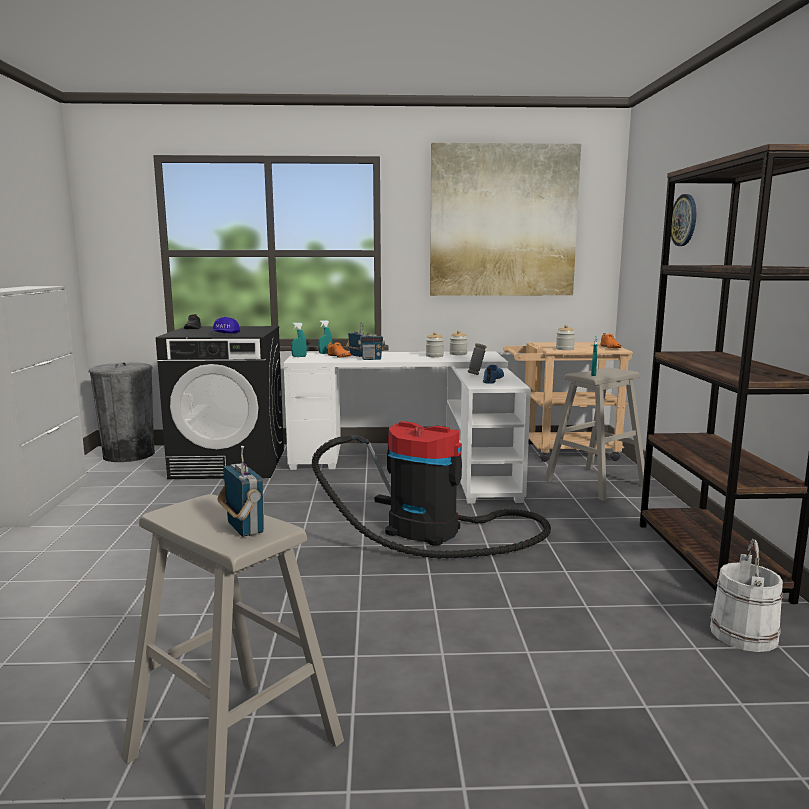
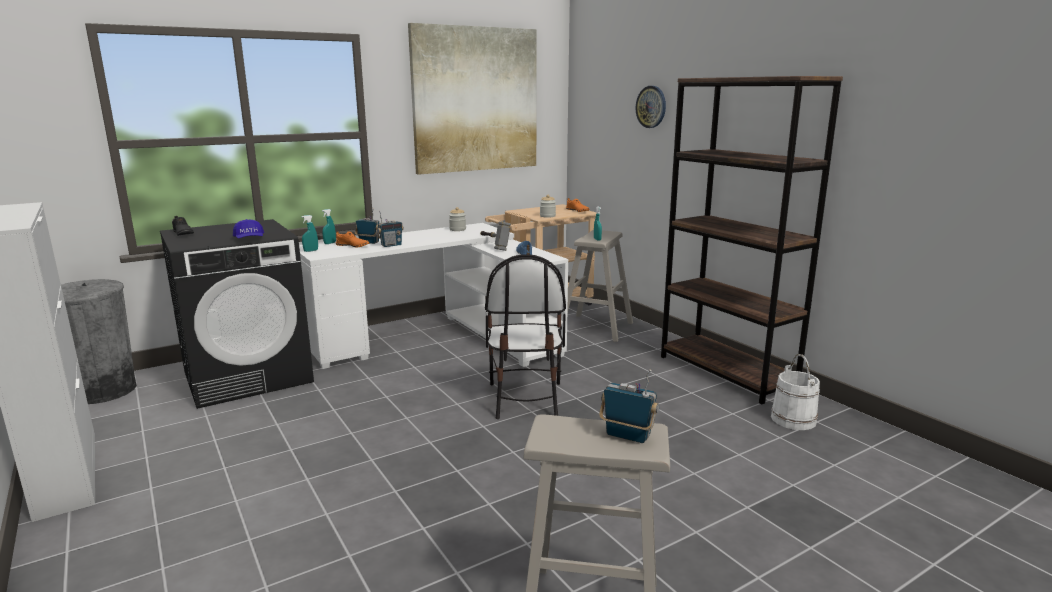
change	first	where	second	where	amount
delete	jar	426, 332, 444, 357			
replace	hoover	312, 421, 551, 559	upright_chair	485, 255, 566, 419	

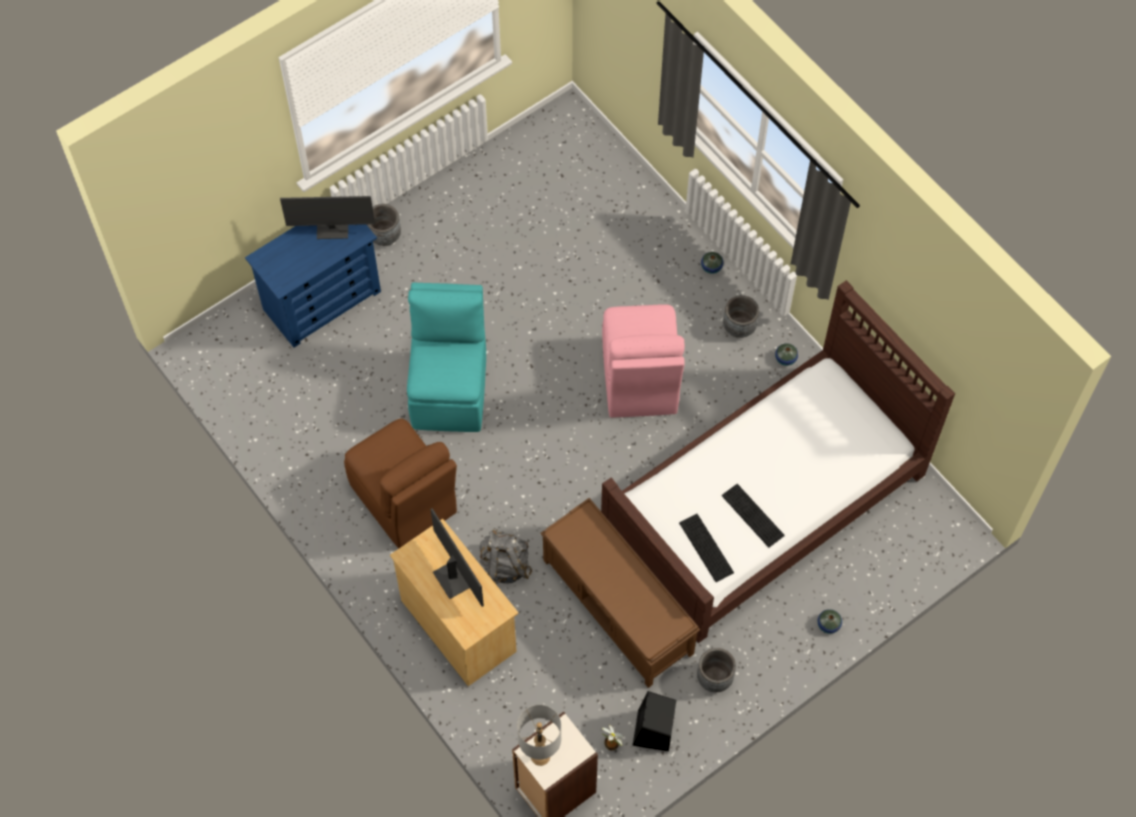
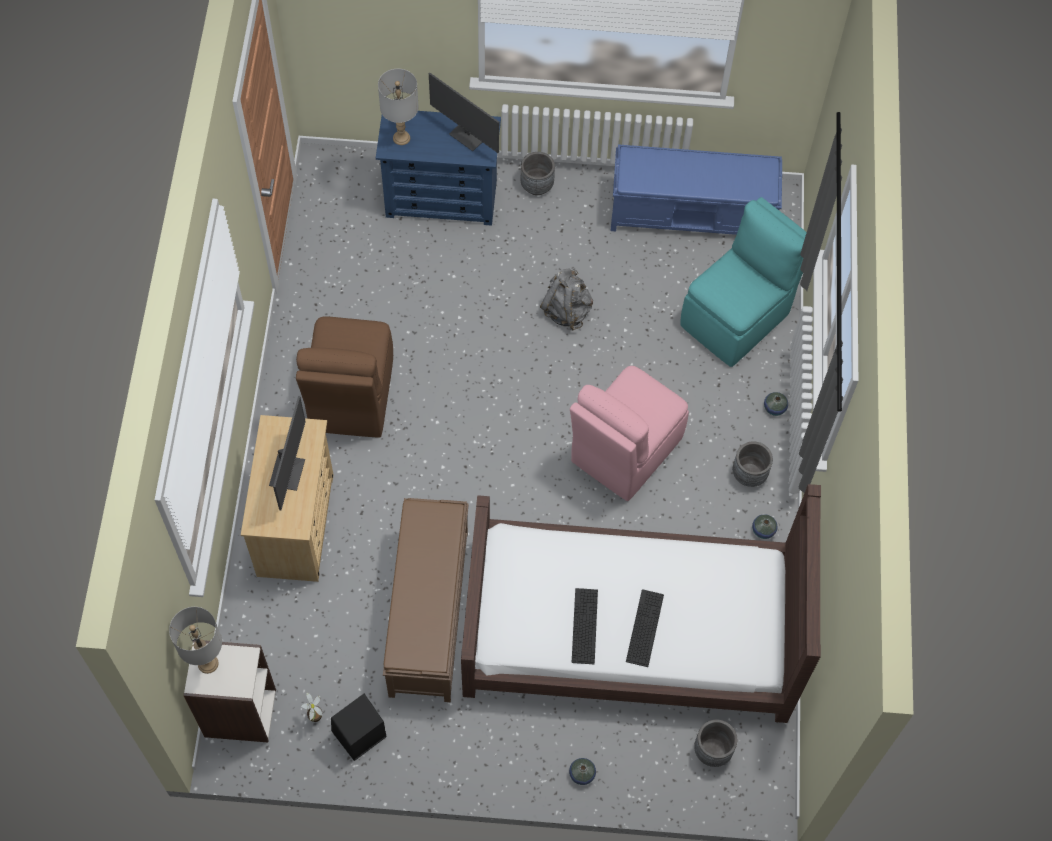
change	first	where	second	where	amount
move	turquoise_upright_chair	407, 282, 486, 432		680, 197, 807, 367	
move	PC_keyboard	679, 514, 734, 582		626, 589, 664, 667	
move	gray_backpack	480, 528, 532, 584		540, 268, 593, 331	
move	gray_plant_pot	697, 648, 736, 692		694, 720, 737, 767	
insert			gray_table_lamp	378, 69, 419, 145	
insert			bluish_bench	611, 144, 782, 235	

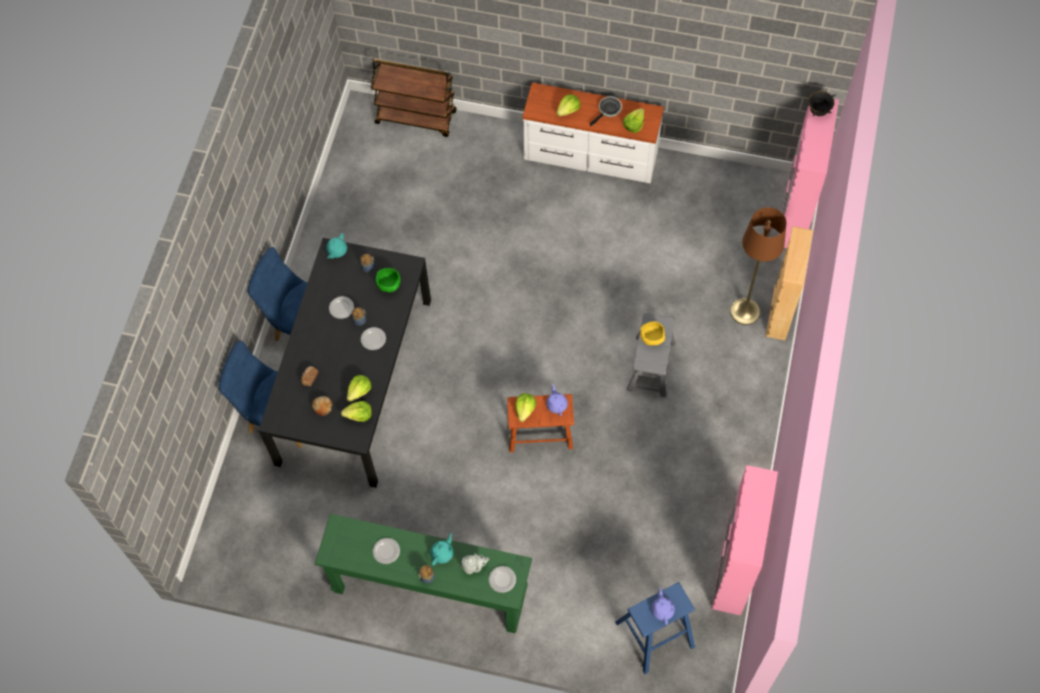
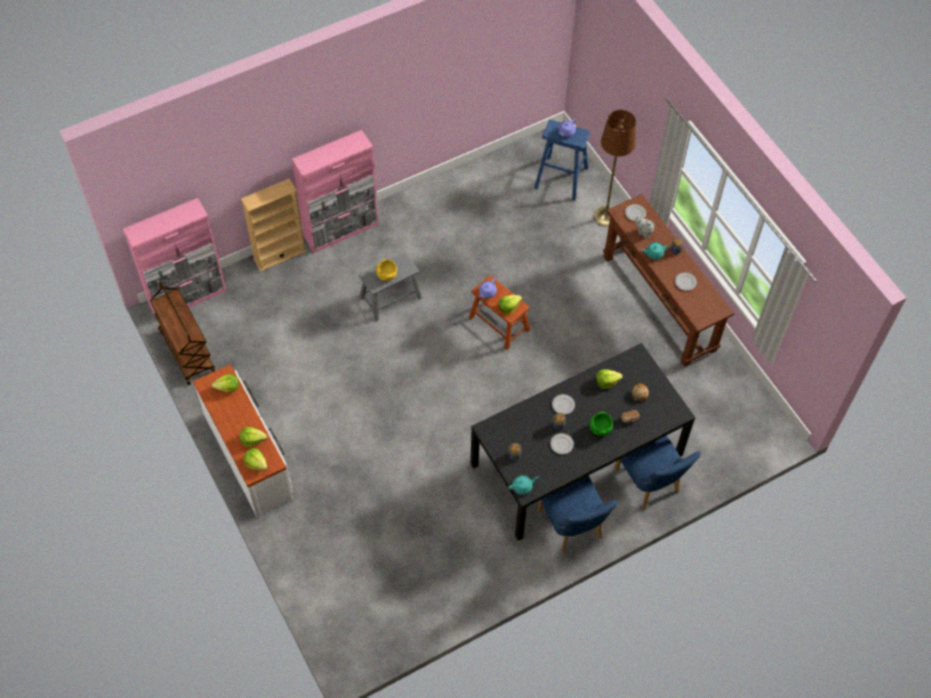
change	first	where	second	where	amount
move	brown_wheeled_cart	371, 59, 457, 137		150, 281, 216, 385	
delete	blackish_bowl	808, 91, 835, 116			
delete	skillet	590, 97, 622, 127			
move	brown_floor_lamp	730, 207, 786, 325		594, 110, 636, 227	
move	green_bowl	376, 268, 401, 292		590, 412, 613, 436	
move	head_of_lettuce	341, 401, 372, 422		244, 448, 267, 471	
move	pink_cupboard	712, 465, 778, 615		292, 130, 379, 253	
recolor	green_narrow_table	315, 514, 532, 633	brown_narrow_table	603, 194, 734, 367	

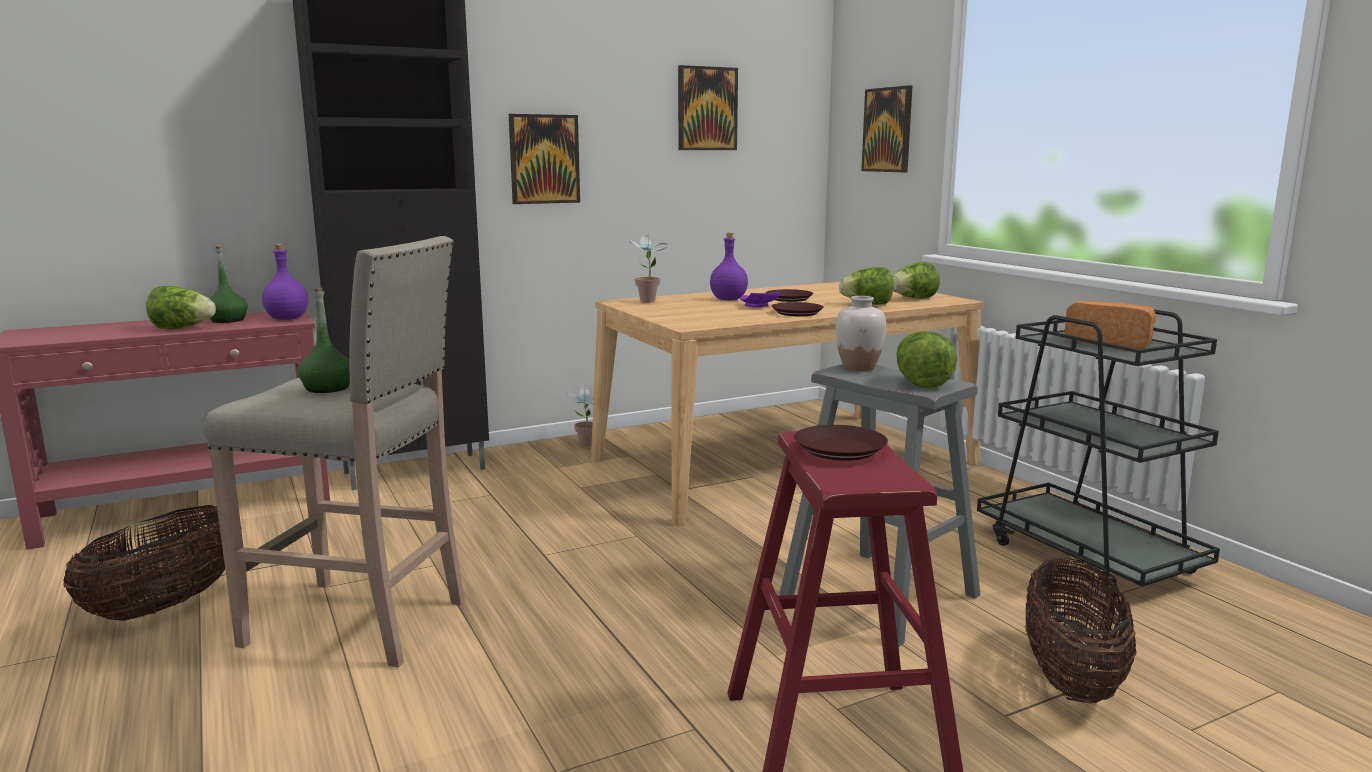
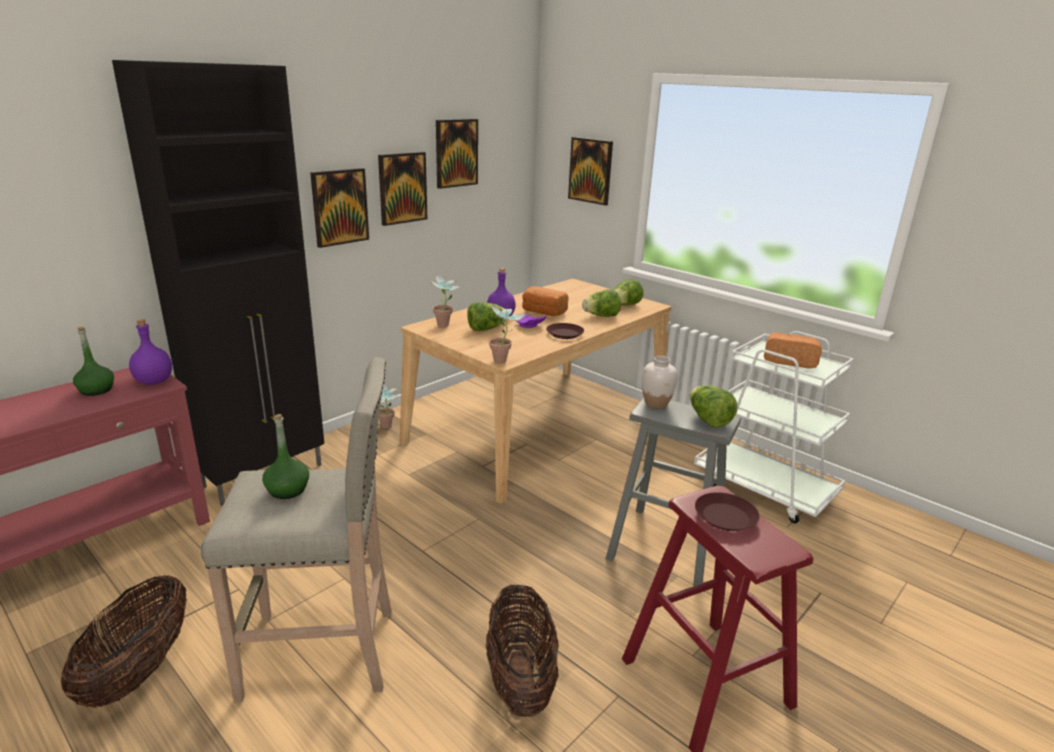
change	first	where	second	where	amount
move	head_of_lettuce	146, 286, 216, 329		467, 302, 506, 331	
replace	brown_dinner_plate	766, 289, 813, 302	baked_bread	522, 286, 569, 316	
recolor	blackish_wheeled_cart	977, 309, 1220, 597	whitish_wheeled_cart	694, 331, 854, 524	
move	basket	1025, 558, 1136, 703		486, 584, 559, 717	
insert			wall_picture	378, 152, 427, 226	
insert			houseplant	489, 304, 526, 363	

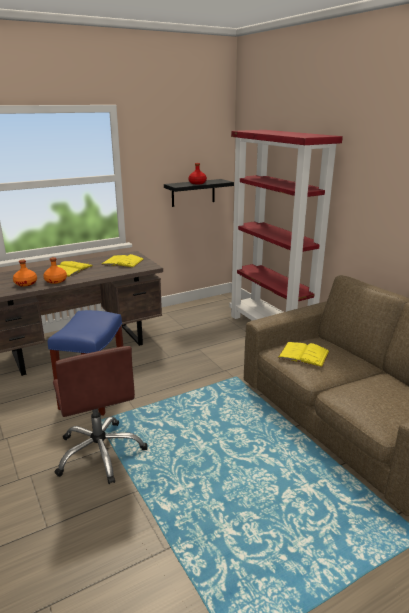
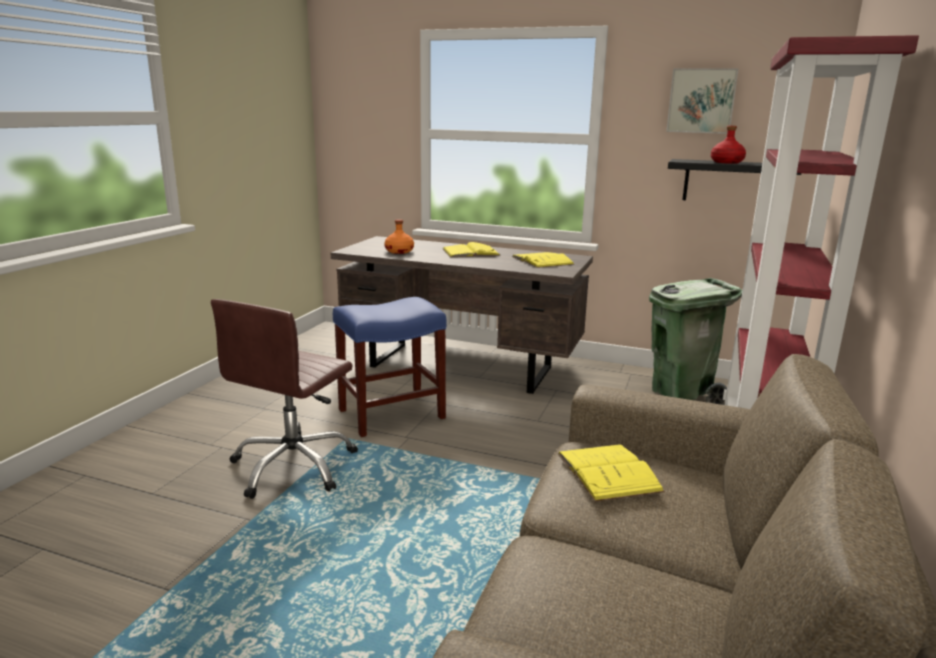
change	first	where	second	where	amount
delete	orangey_beverage_bottle	43, 257, 67, 284			
insert			wall_picture	666, 68, 739, 134	
insert			green_waste_bin	649, 278, 743, 405	

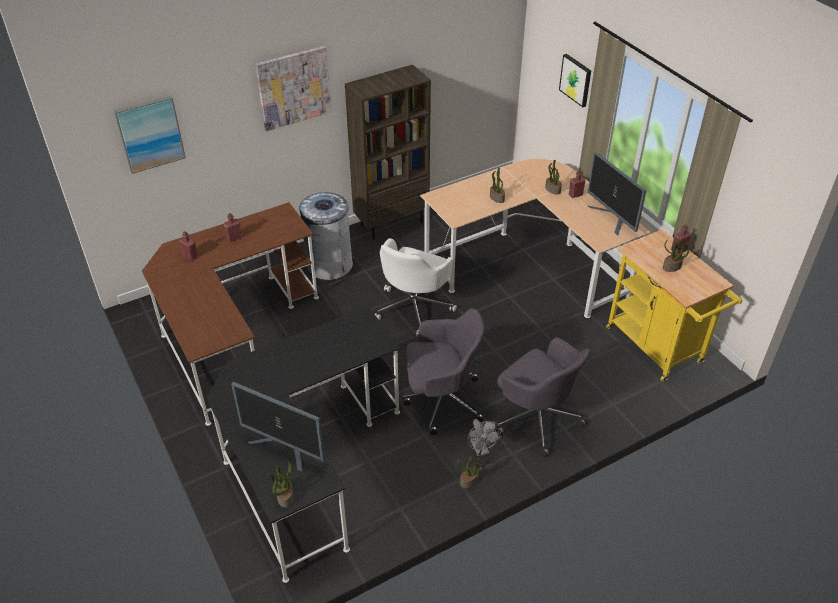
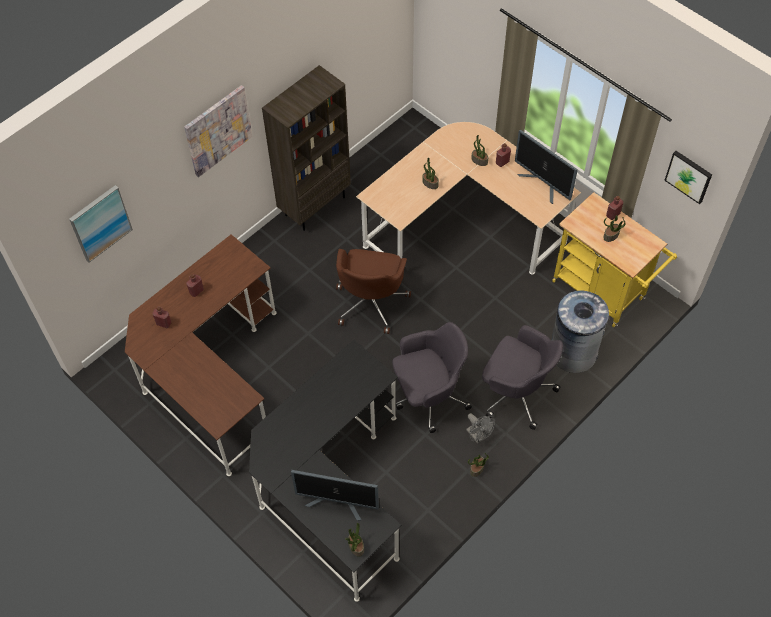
change	first	where	second	where	amount
move	wall_picture	559, 54, 591, 107		664, 151, 712, 204	
move	gray_waste_bin	299, 192, 353, 280		552, 290, 609, 373	
recolor	whitish_computer_chair	375, 238, 457, 337	brown_computer_chair	336, 249, 411, 334	

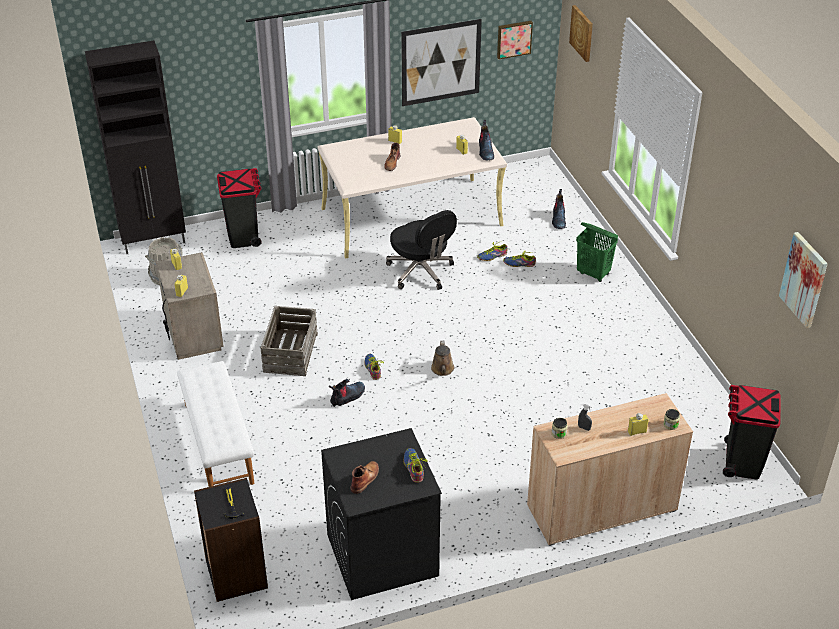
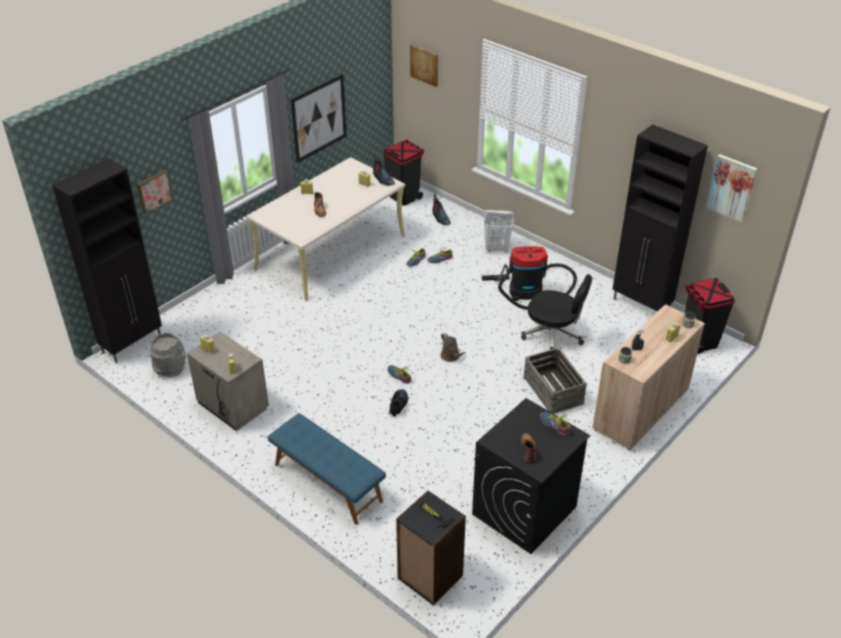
change	first	where	second	where	amount
move	wall_picture	497, 21, 533, 59		137, 170, 173, 214	
move	blackish_waste_bin	217, 168, 261, 248		383, 140, 424, 206	
move	blackish_computer_chair	386, 210, 457, 290		521, 274, 592, 356	
recolor	green_washing_basket	576, 222, 618, 282	whitish_washing_basket	484, 210, 514, 253	
move	shipping_crate	260, 306, 318, 376		523, 347, 587, 414	
recolor	whitish_bench	177, 361, 254, 487	bluish_bench	268, 413, 386, 525	
insert			blackish_cupboard	612, 124, 708, 312	
insert			hoover	482, 246, 577, 310	

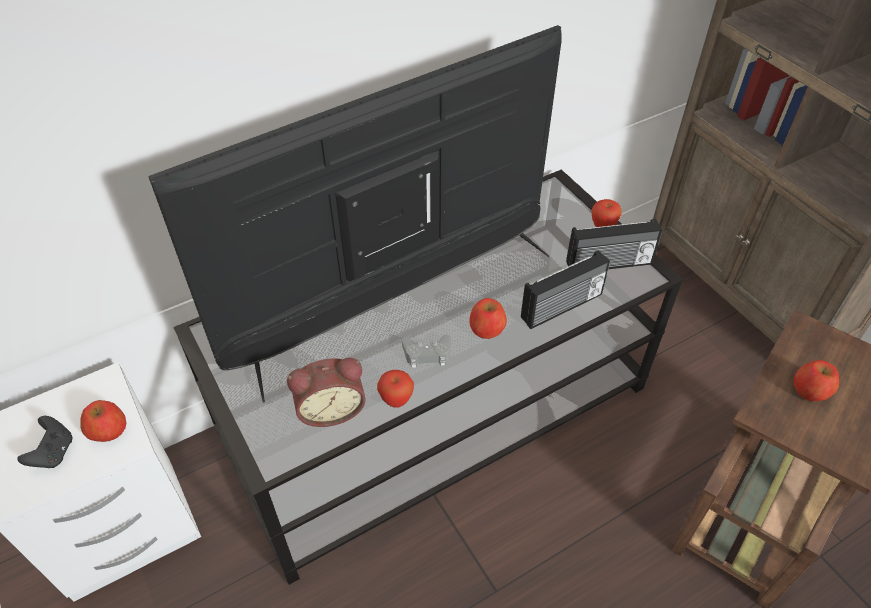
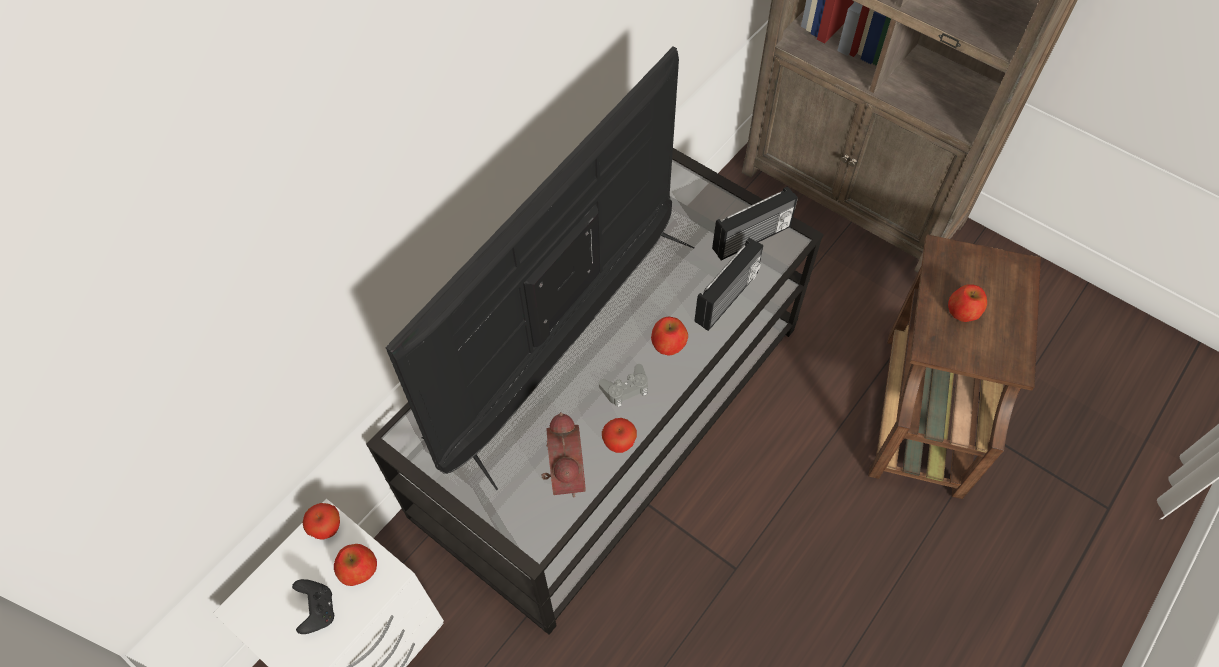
change	first	where	second	where	amount
move	whole_apple	591, 199, 622, 227		303, 503, 340, 540	
rotate	alarm_clock	287, 358, 366, 427		541, 412, 586, 498	60 degrees counterclockwise

